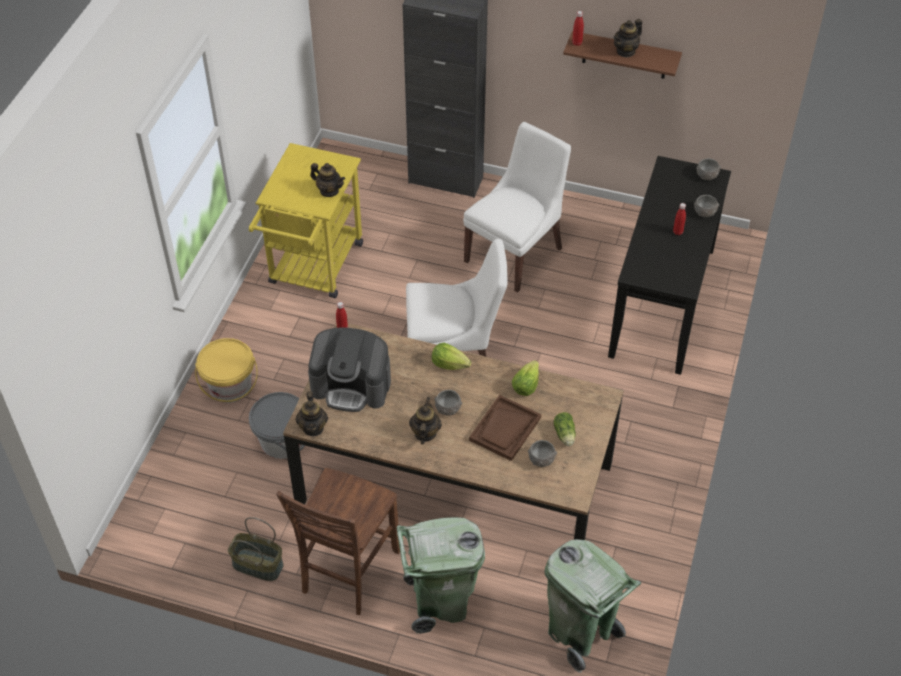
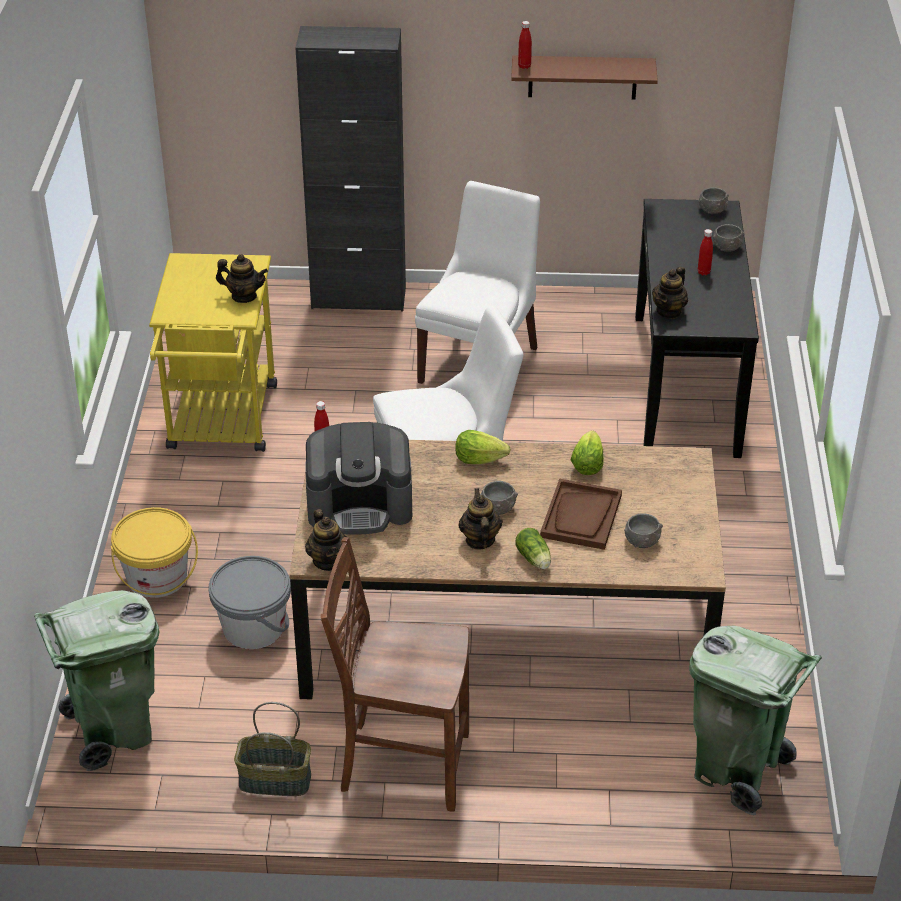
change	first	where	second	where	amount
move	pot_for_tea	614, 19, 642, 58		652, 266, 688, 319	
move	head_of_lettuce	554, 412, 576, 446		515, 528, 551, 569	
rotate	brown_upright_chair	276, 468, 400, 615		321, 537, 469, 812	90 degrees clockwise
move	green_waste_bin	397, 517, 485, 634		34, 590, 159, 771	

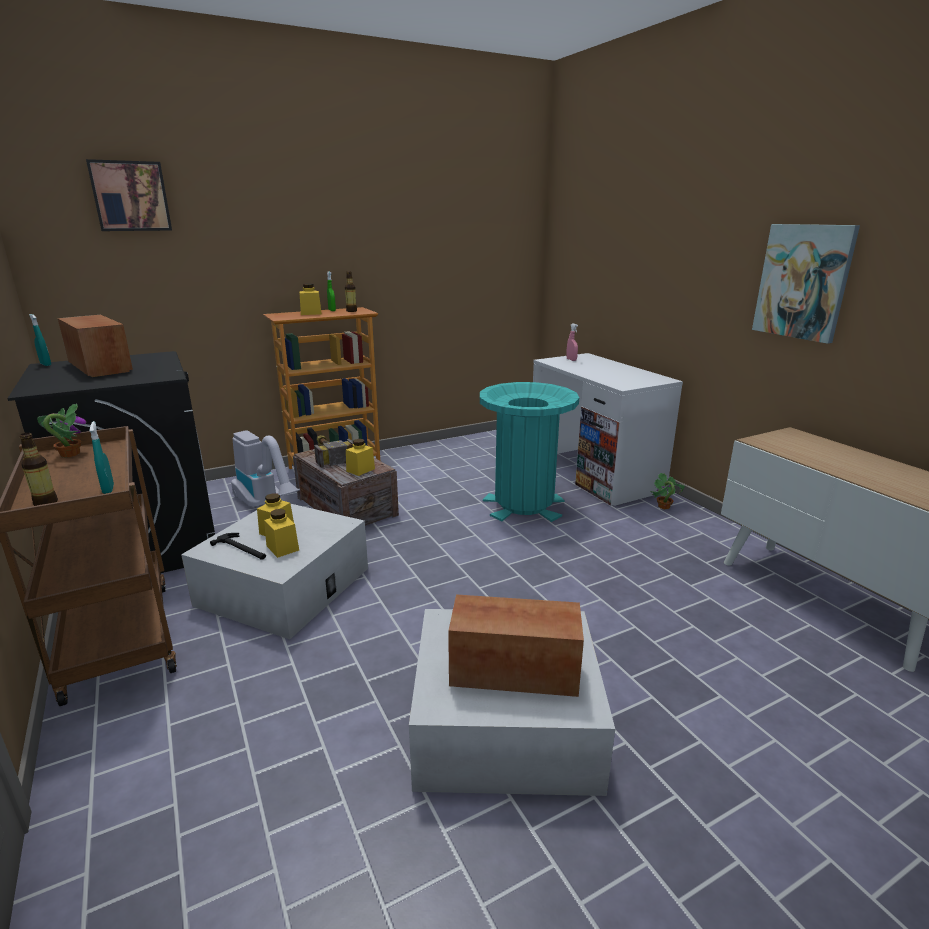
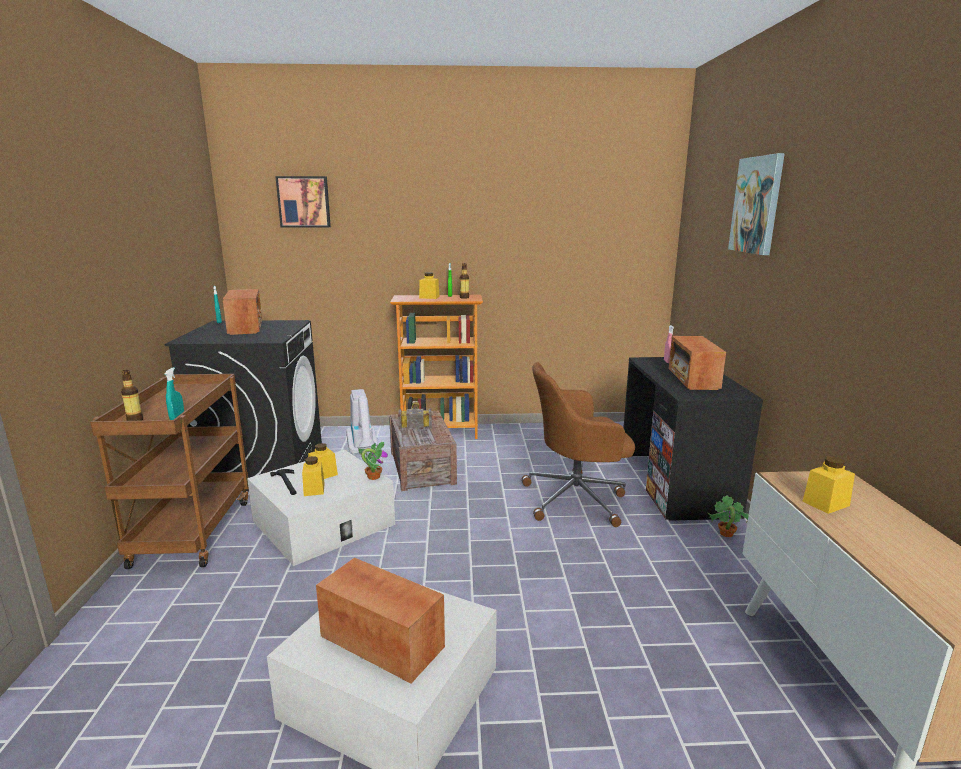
change	first	where	second	where	amount
move	wall_picture	752, 224, 860, 344		728, 153, 785, 255	
recolor	whitish_desk	533, 353, 683, 506	blackish_desk	623, 357, 763, 521	
replace	turquoise_waste_bin	480, 382, 579, 522	brown_computer_chair	522, 362, 635, 527	
move	houseplant	37, 404, 86, 457		358, 442, 388, 480	
move	yellow_jar	346, 439, 375, 476		802, 456, 855, 514	
insert			radio	669, 336, 726, 390	

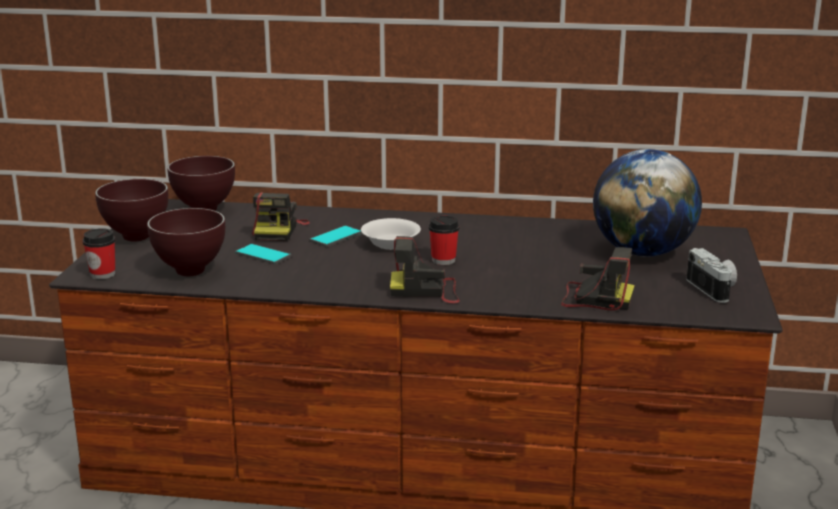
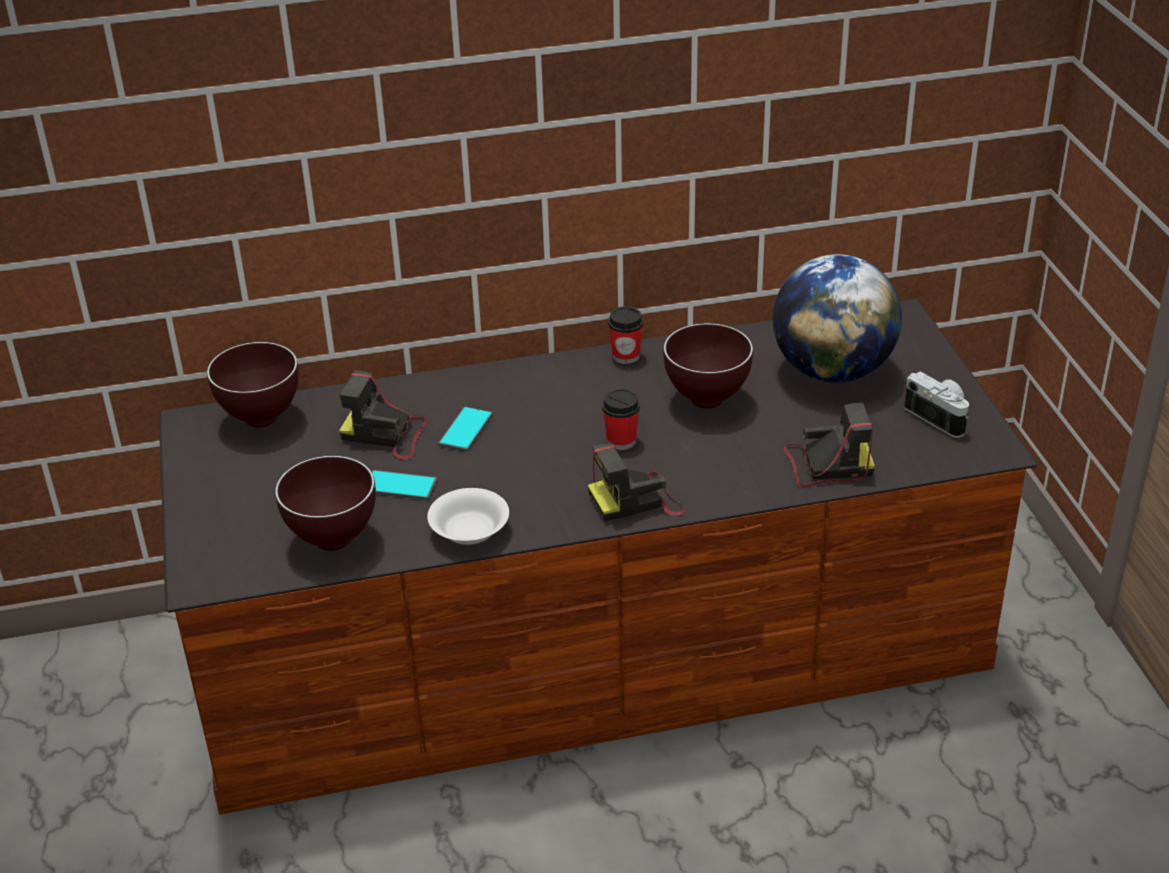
change	first	where	second	where	amount
move	brown_bowl	95, 179, 168, 242		663, 323, 753, 409	
rotate	photo_camera	252, 192, 310, 241		339, 370, 427, 459	120 degrees clockwise
move	whitish_bowl	361, 218, 421, 250		427, 488, 509, 545	
move	cup	82, 228, 115, 280		608, 306, 644, 364	

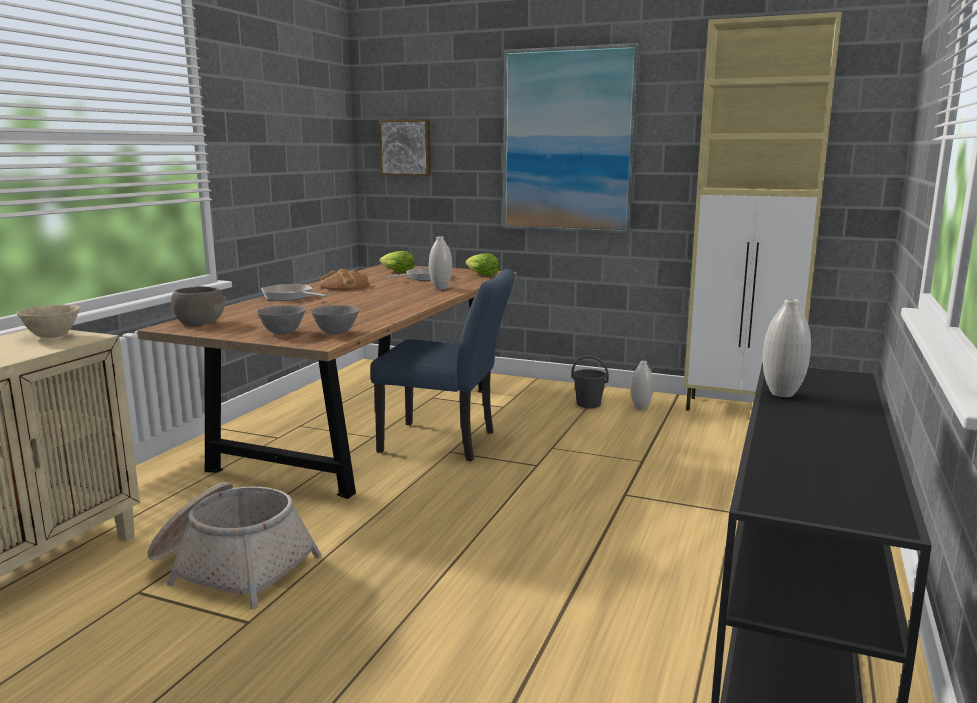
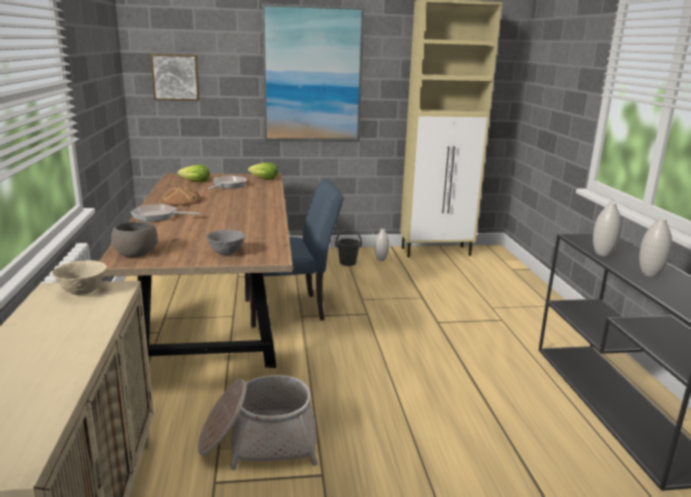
change	first	where	second	where	amount
move	whitish_flower_vase	429, 236, 452, 289		639, 217, 672, 277	
delete	gray_bowl	311, 305, 359, 334			

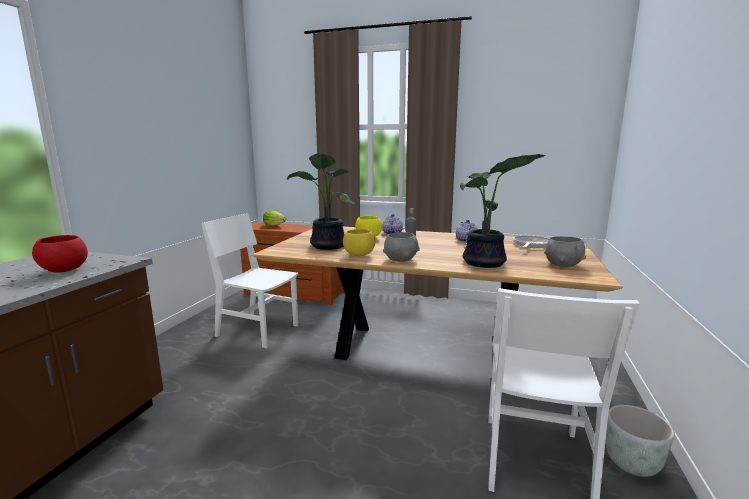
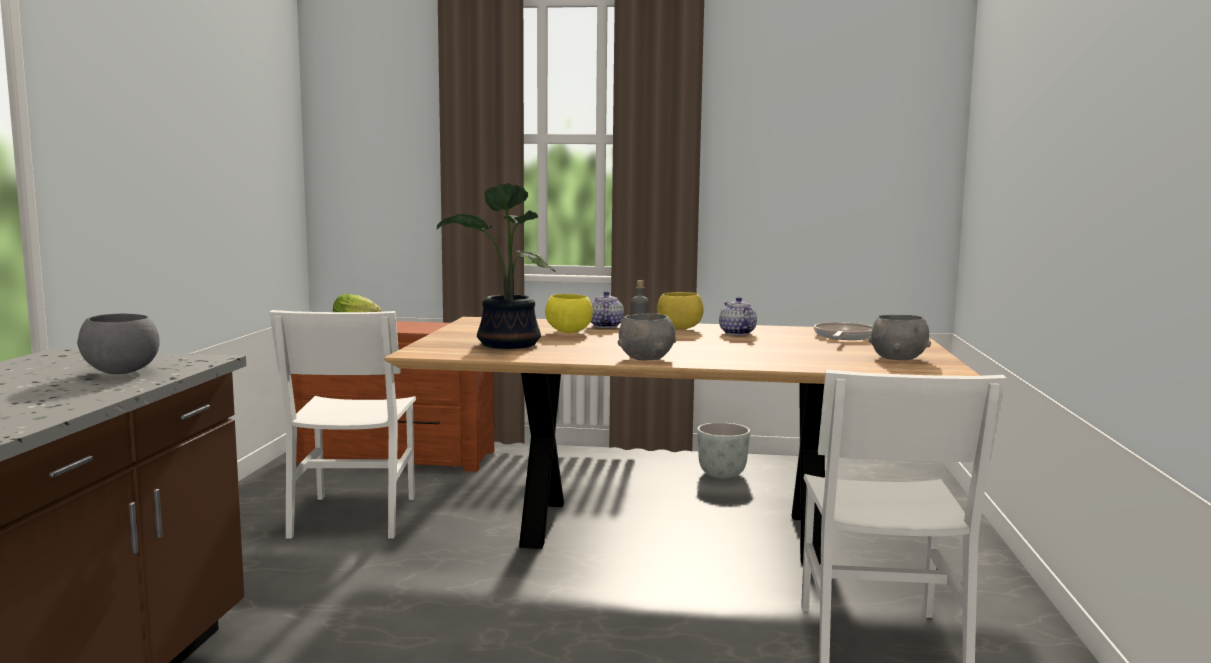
change	first	where	second	where	amount
delete	houseplant	460, 154, 546, 268			
rotate	whitish_upright_chair	201, 213, 298, 348		269, 310, 416, 539	105 degrees counterclockwise
move	yellow_bowl	343, 229, 375, 256		657, 292, 704, 330	
recolor	red_bowl	32, 235, 88, 273	gray_bowl	77, 314, 160, 374	
move	gray_plant_pot	606, 405, 675, 477		697, 422, 750, 478	

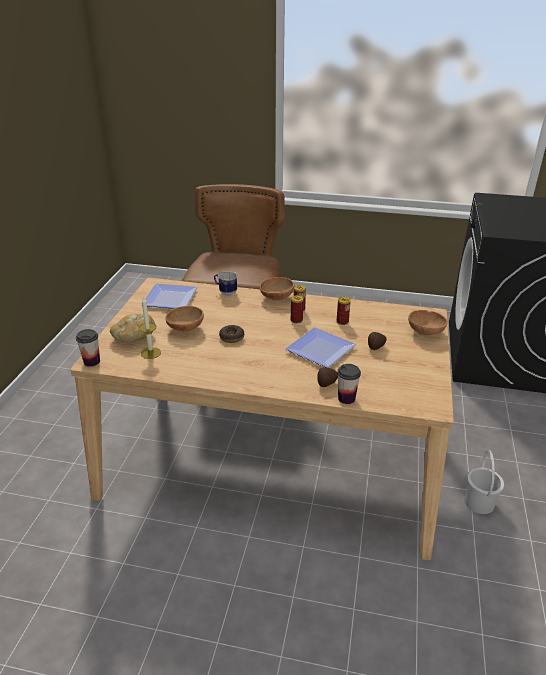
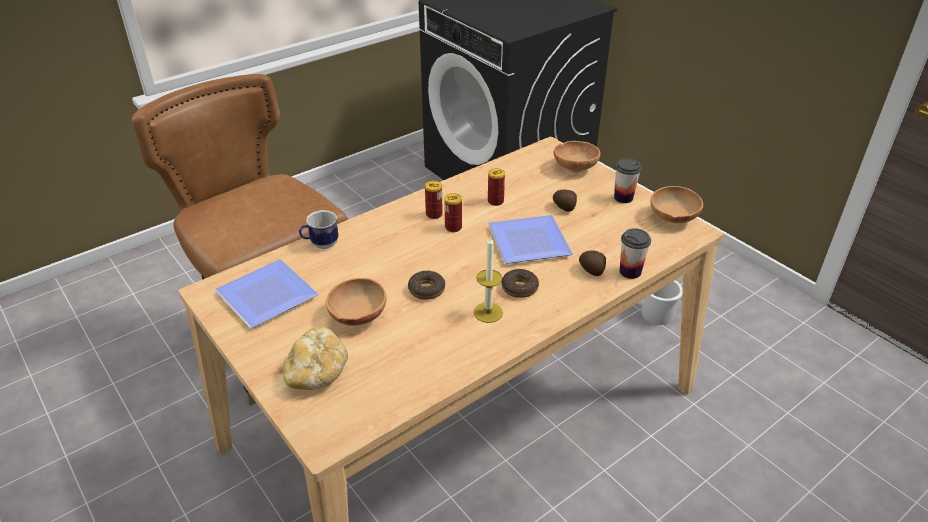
change	first	where	second	where	amount
move	brown_bowl	259, 277, 294, 301		650, 186, 703, 223	
move	wax_candle	139, 297, 161, 359		473, 235, 503, 323	
move	cup	76, 329, 100, 367		614, 158, 642, 203	
insert			ring_doughnut	502, 269, 539, 298	

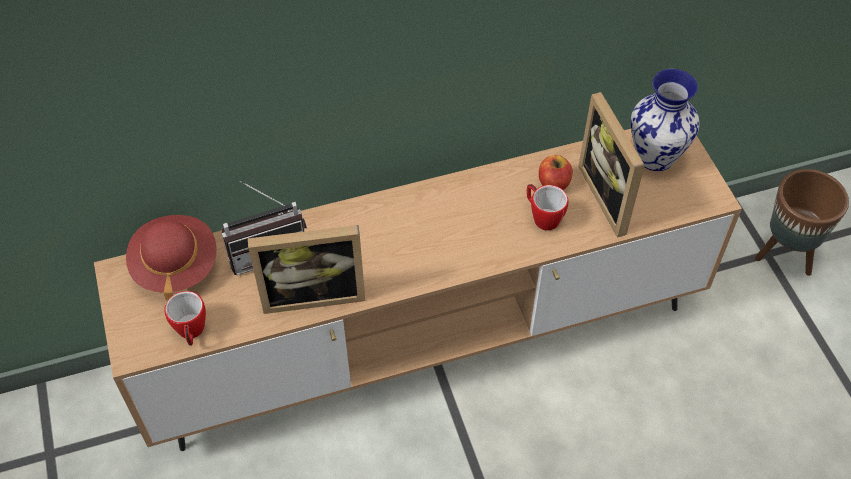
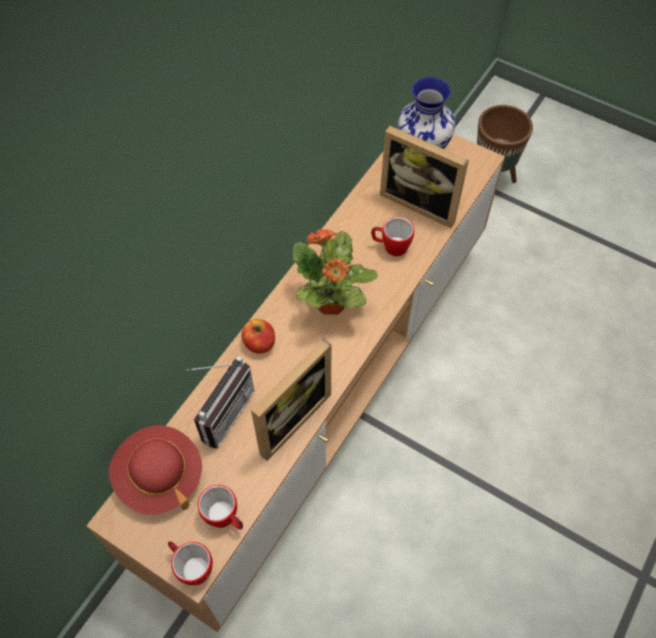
change	first	where	second	where	amount
move	whole_apple	539, 155, 573, 190		241, 319, 275, 353	
insert			houseplant	293, 228, 378, 315	
insert			tea_mug	168, 541, 213, 585	

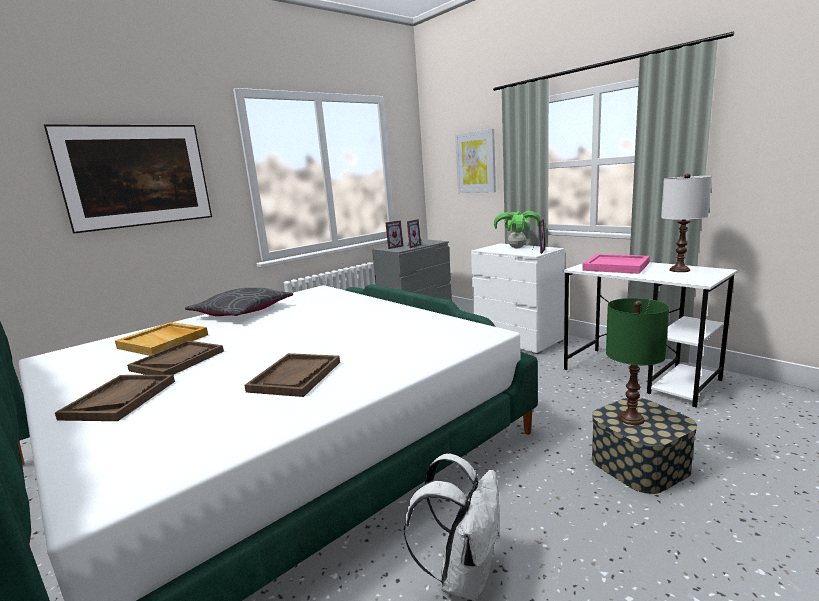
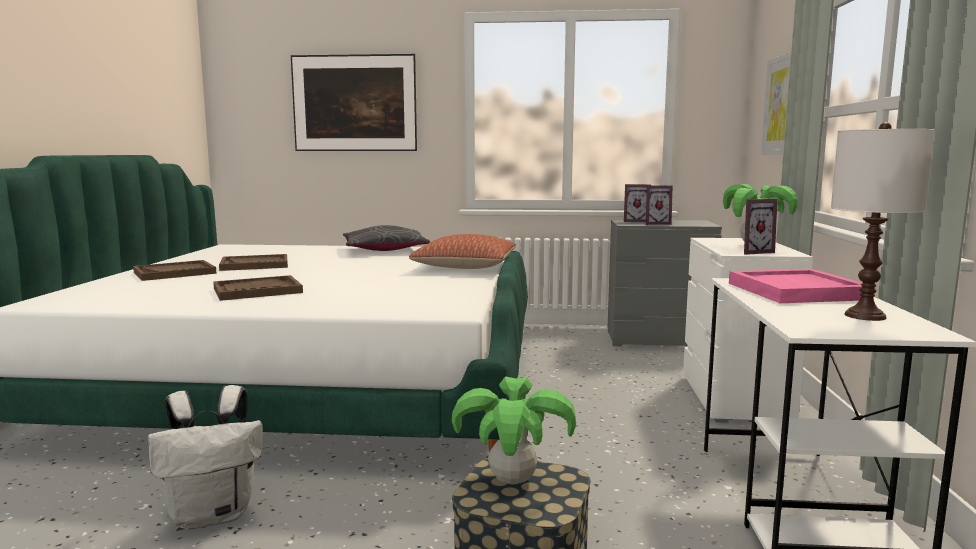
change	first	where	second	where	amount
replace	green_table_lamp	606, 298, 669, 425	houseplant	452, 376, 576, 485	
delete	beige_carrying_tray	115, 322, 208, 356			
insert			pillow	409, 234, 516, 269	

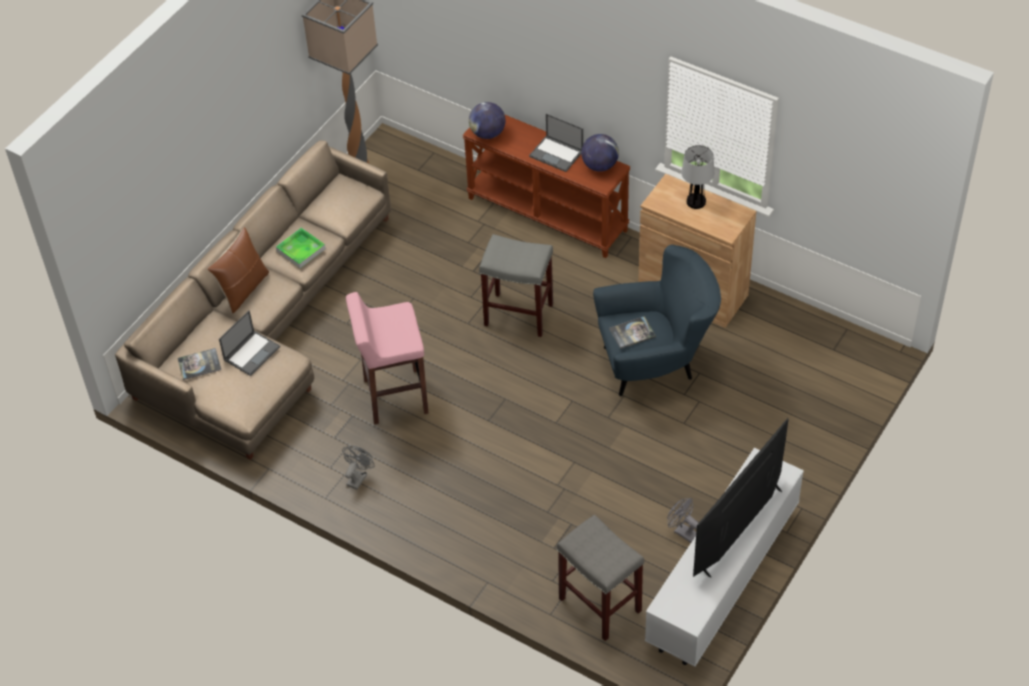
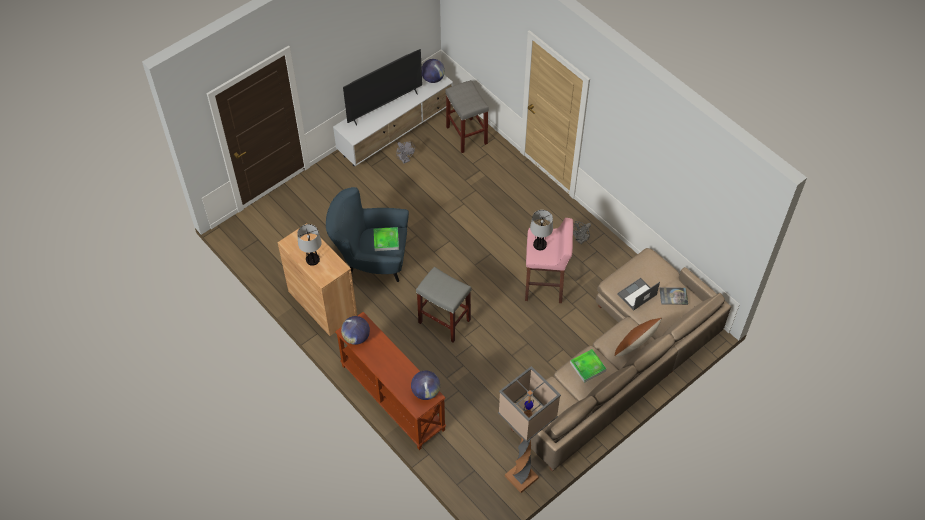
change	first	where	second	where	amount
delete	portable_computer	529, 114, 583, 172			
replace	bound_book	609, 316, 656, 349	carrying_tray	374, 227, 399, 251	
insert			world_globe	422, 59, 445, 83	
insert			table_lamp	530, 210, 553, 250	

